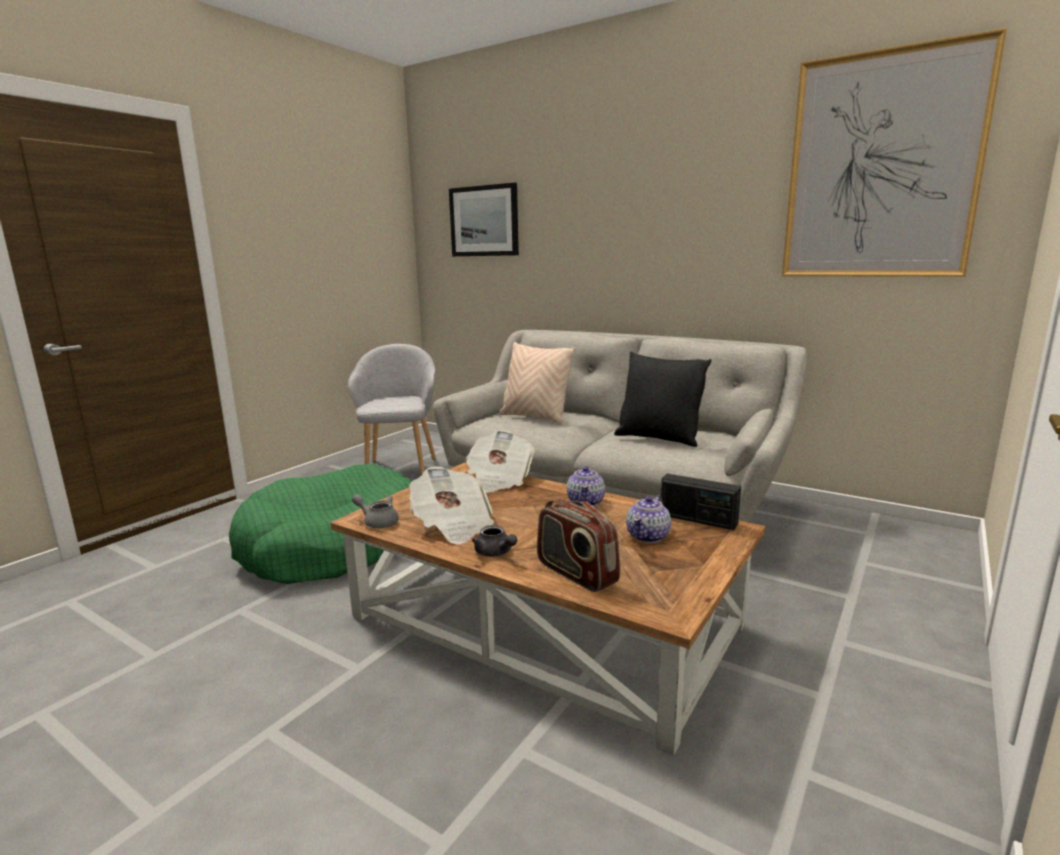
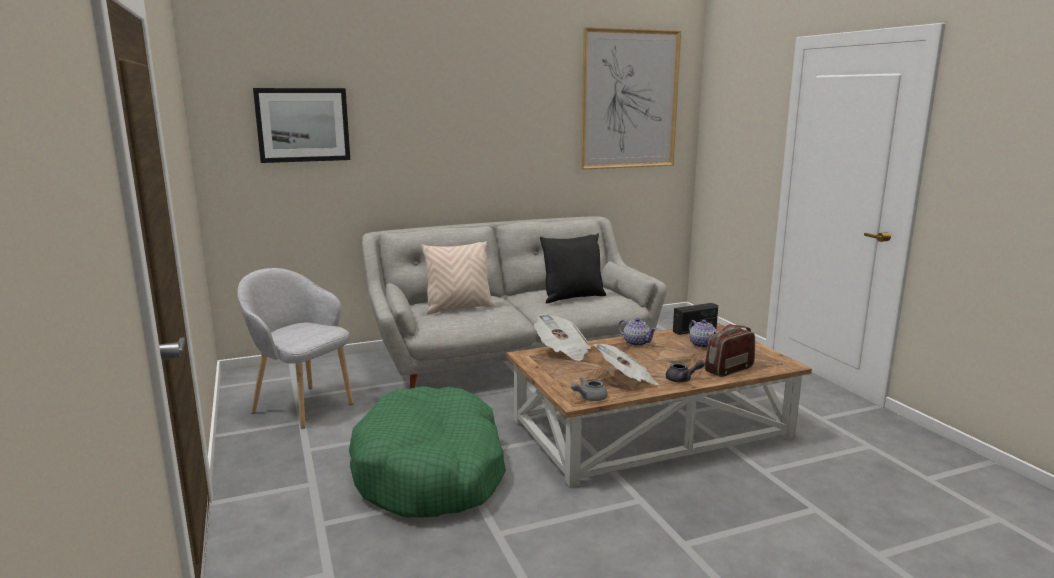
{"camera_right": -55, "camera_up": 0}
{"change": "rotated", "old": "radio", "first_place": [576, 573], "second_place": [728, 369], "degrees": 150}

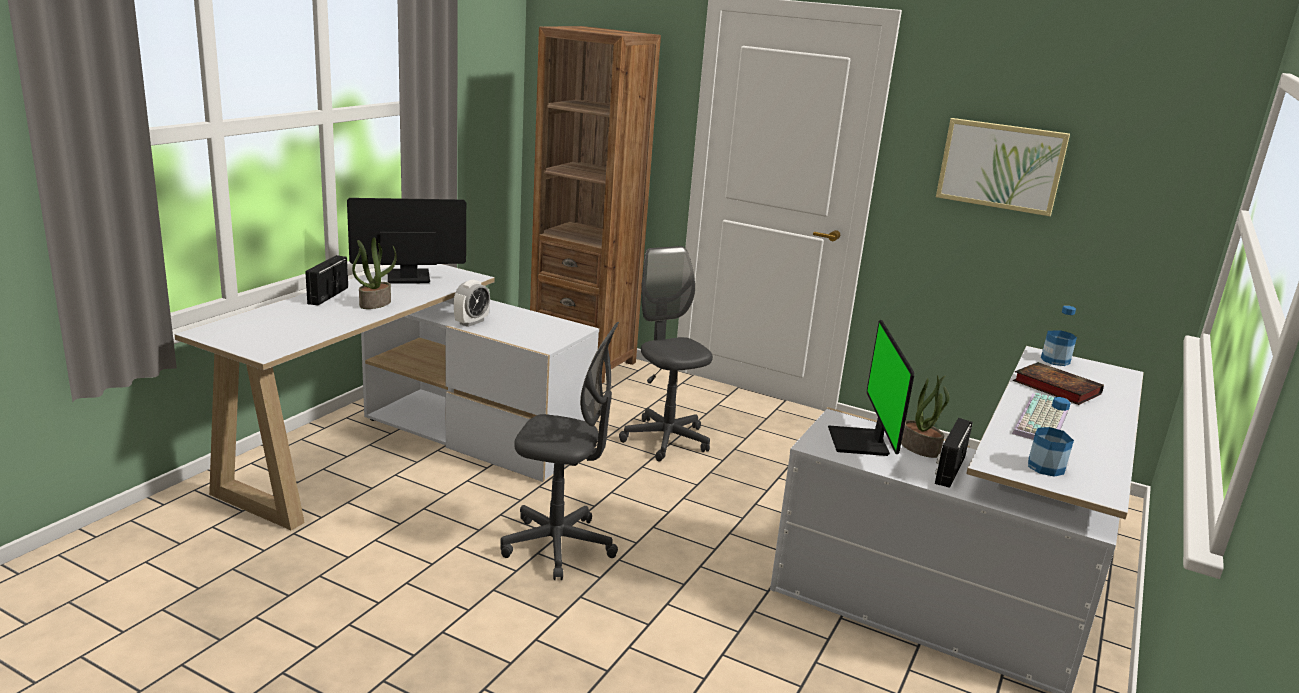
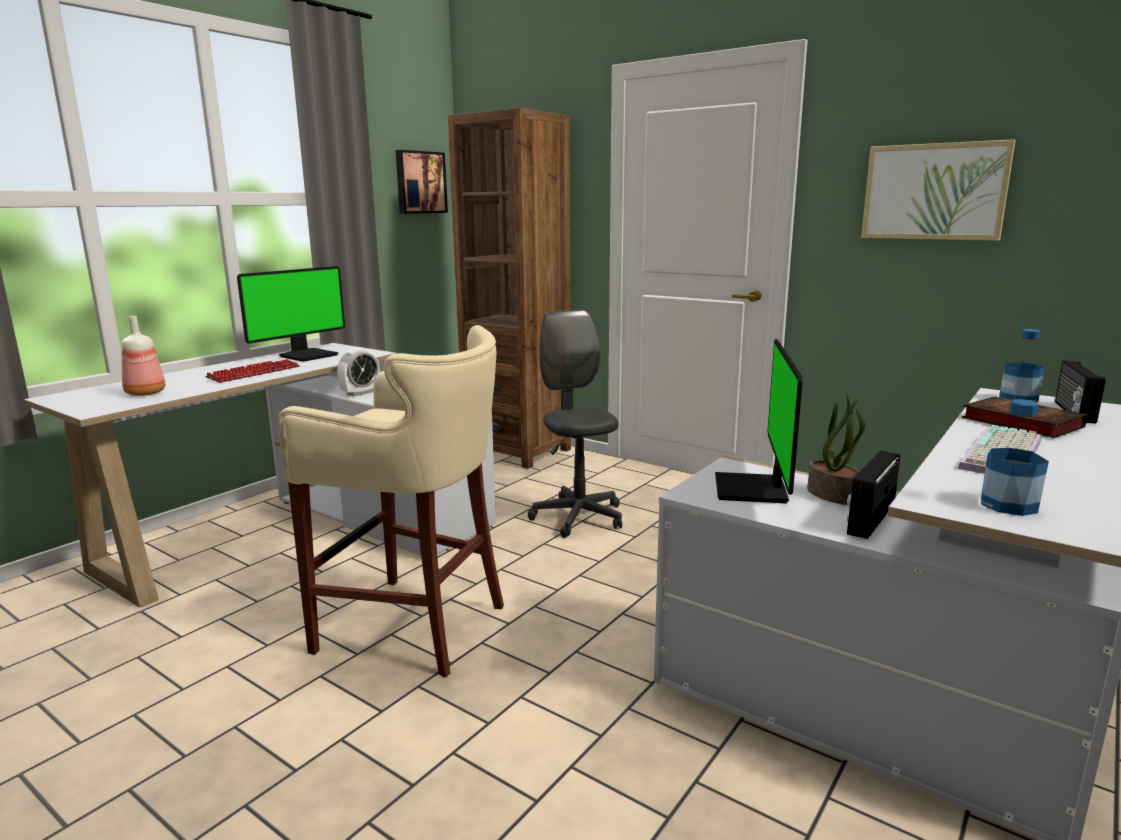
{"camera_right": 10, "camera_up": -5}
{"change": "rotated", "old": "monitor", "first_place": [407, 278], "second_place": [308, 355], "degrees": 135}
{"change": "swapped", "old": "potted plant", "new": "keyboard", "first_place": [375, 303], "second_place": [254, 373]}
{"change": "shifted", "old": "radio", "first_place": [327, 295], "second_place": [1072, 412]}
{"change": "swapped", "old": "grey office chair", "new": "beige stool", "first_place": [558, 546], "second_place": [417, 627]}
{"change": "new", "new": "picture", "second_place": [420, 182]}
{"change": "new", "new": "bottle", "second_place": [146, 393]}

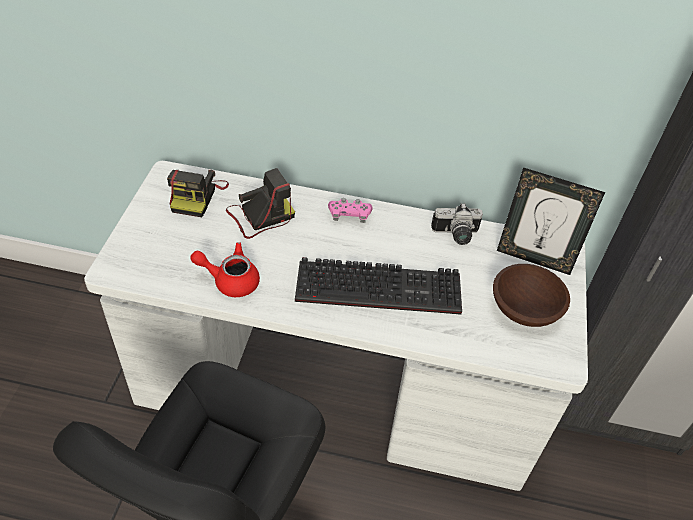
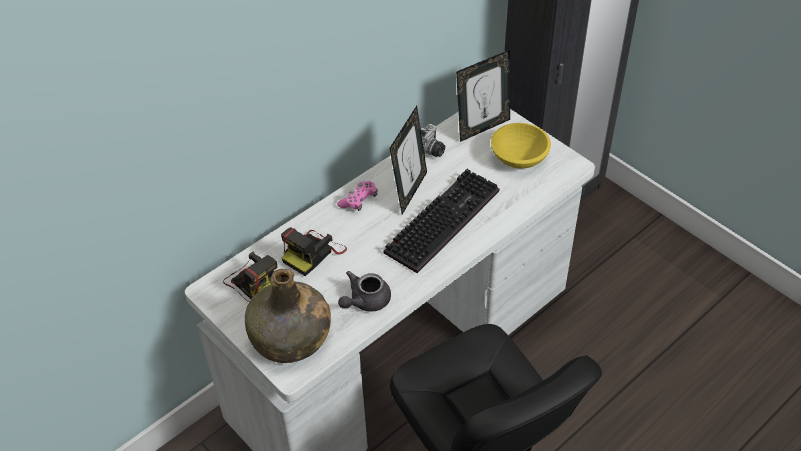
{"camera_right": -50, "camera_up": 0}
{"change": "rotated", "old": "photo camera", "first_place": [260, 216], "second_place": [313, 253], "degrees": -150}
{"change": "repainted", "old": "red teapot", "new": "grey teapot", "first_place": [230, 280], "second_place": [365, 301]}
{"change": "repainted", "old": "brown bowl", "new": "yellow bowl", "first_place": [524, 310], "second_place": [520, 158]}
{"change": "new", "new": "picture frame", "second_place": [409, 191]}
{"change": "new", "new": "green bottle", "second_place": [291, 338]}

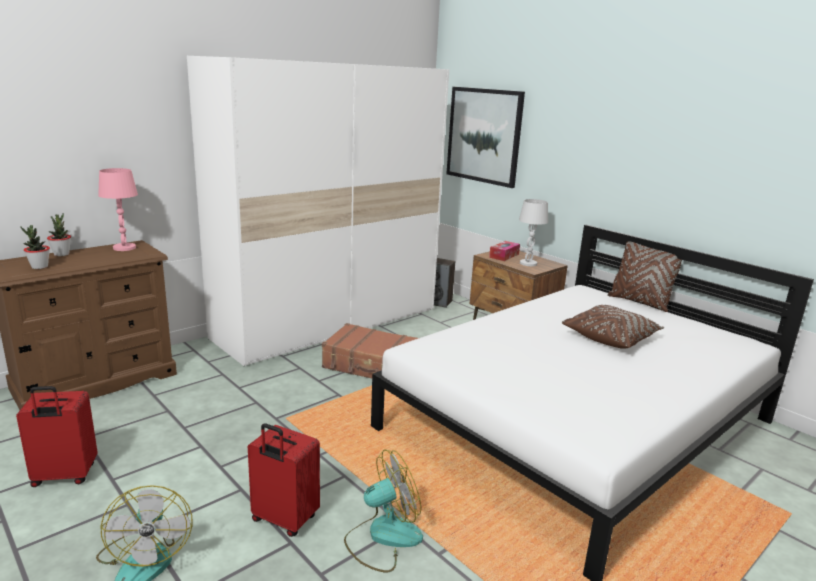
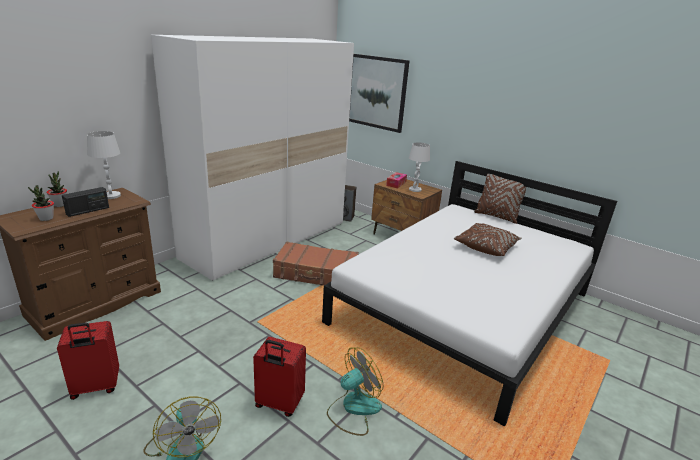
{"camera_right": -10, "camera_up": 5}
{"change": "repainted", "old": "pink table lamp", "new": "white table lamp", "first_place": [124, 248], "second_place": [111, 196]}
{"change": "new", "new": "radio", "second_place": [88, 211]}

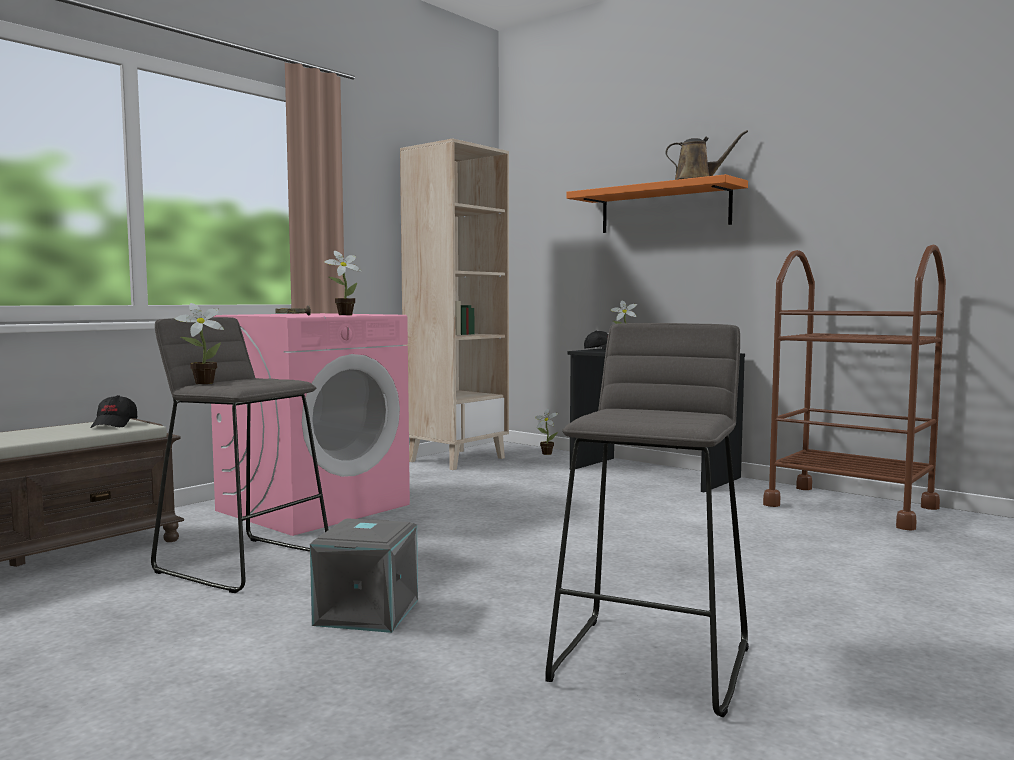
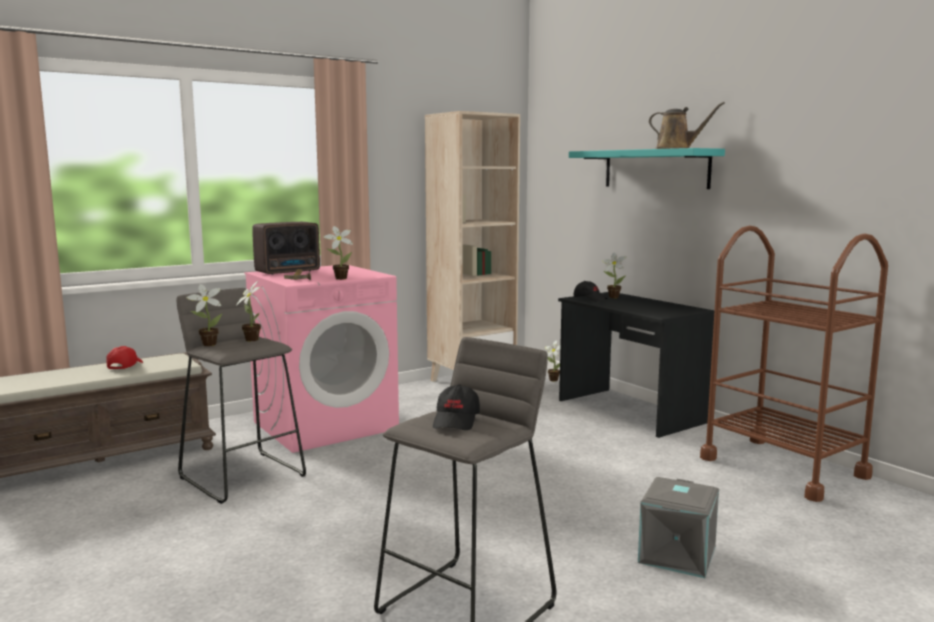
{"camera_right": 15, "camera_up": 5}
{"change": "repainted", "old": "orange shelf", "new": "turquoise shelf", "first_place": [664, 209], "second_place": [655, 169]}
{"change": "shifted", "old": "black cap", "first_place": [115, 424], "second_place": [457, 421]}
{"change": "shifted", "old": "grey storage box", "first_place": [368, 613], "second_place": [678, 556]}
{"change": "new", "new": "radio", "second_place": [289, 272]}
{"change": "new", "new": "potted plant", "second_place": [252, 339]}
{"change": "new", "new": "red cap", "second_place": [124, 366]}

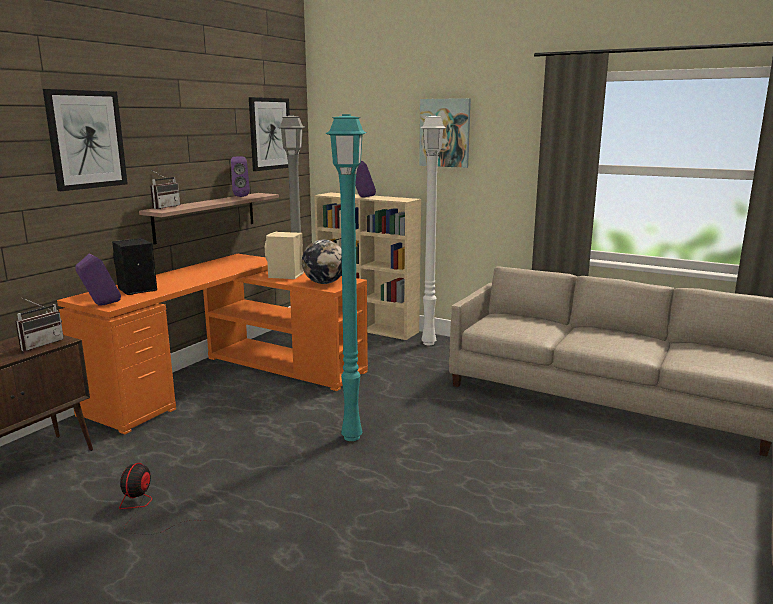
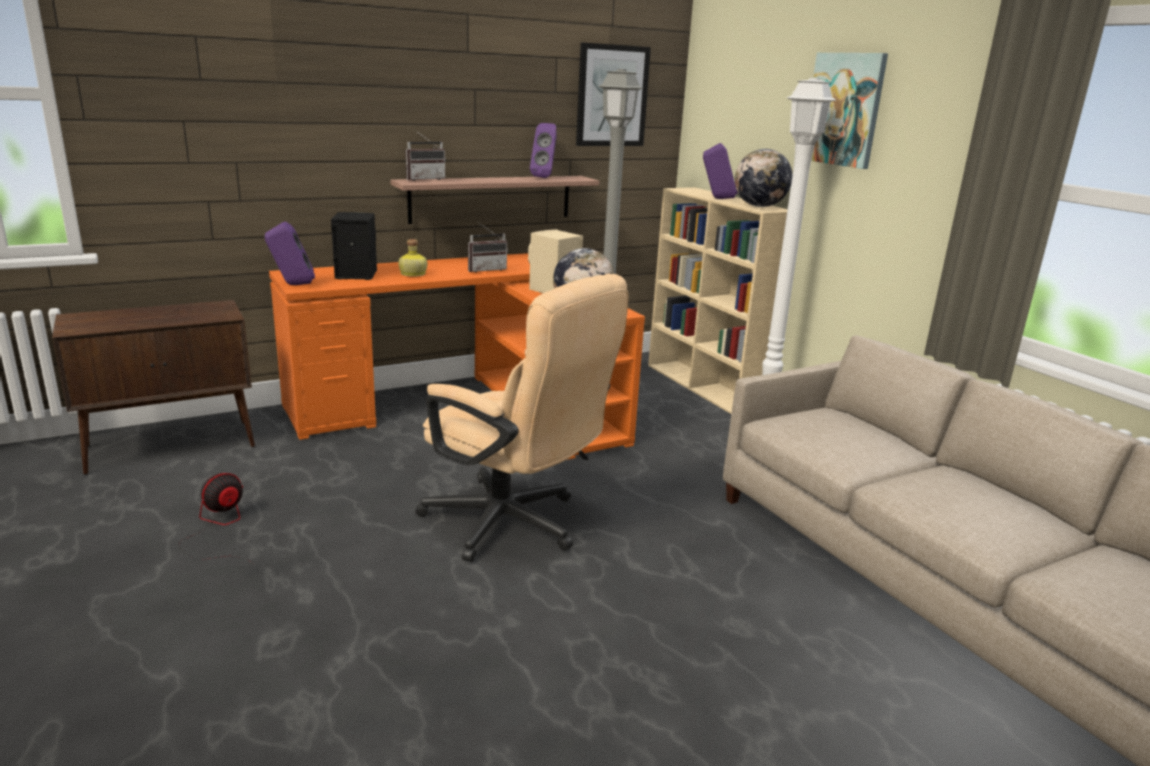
{"camera_right": 30, "camera_up": 5}
{"change": "gone", "old": "picture", "first_place": [86, 139]}
{"change": "swapped", "old": "turquoise floor lamp", "new": "beige office chair", "first_place": [353, 438], "second_place": [514, 526]}
{"change": "shifted", "old": "radio", "first_place": [40, 344], "second_place": [486, 269]}
{"change": "new", "new": "globe", "second_place": [759, 206]}
{"change": "new", "new": "bottle", "second_place": [412, 274]}

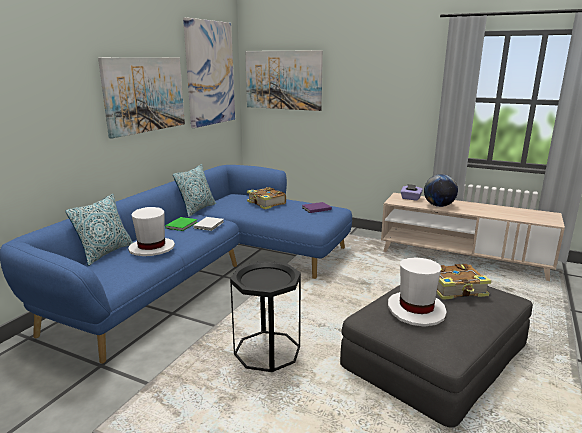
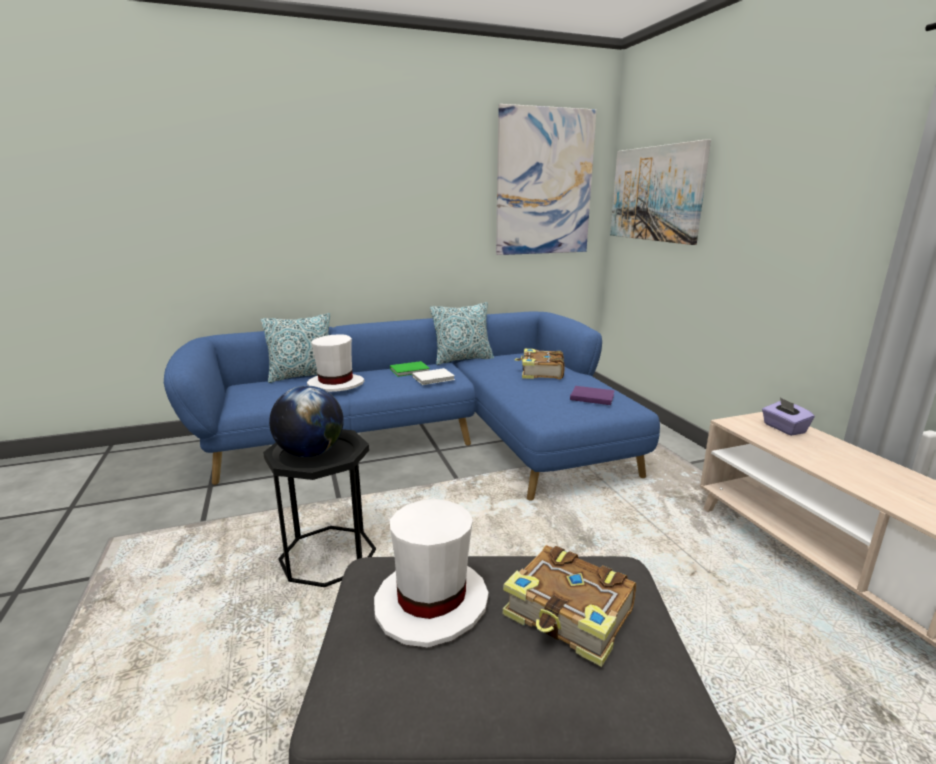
{"camera_right": 45, "camera_up": 0}
{"change": "gone", "old": "picture", "first_place": [145, 94]}
{"change": "shifted", "old": "globe", "first_place": [439, 206], "second_place": [310, 453]}

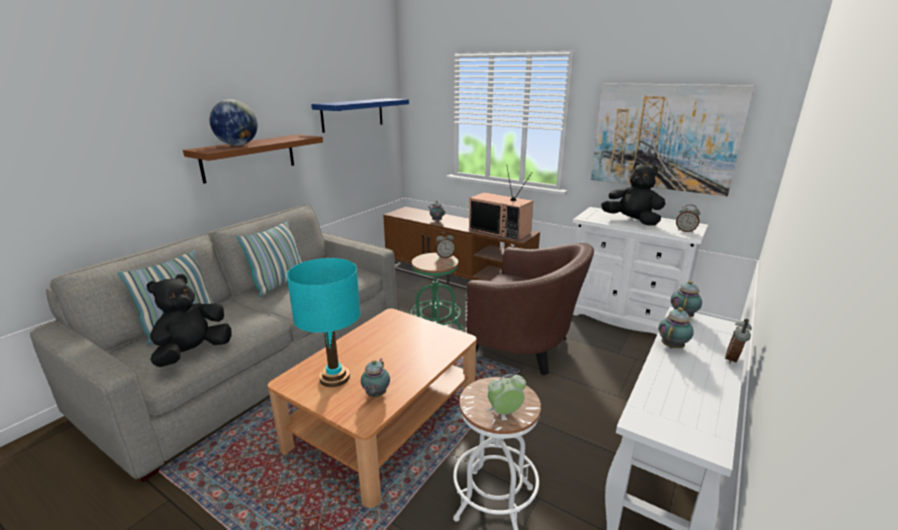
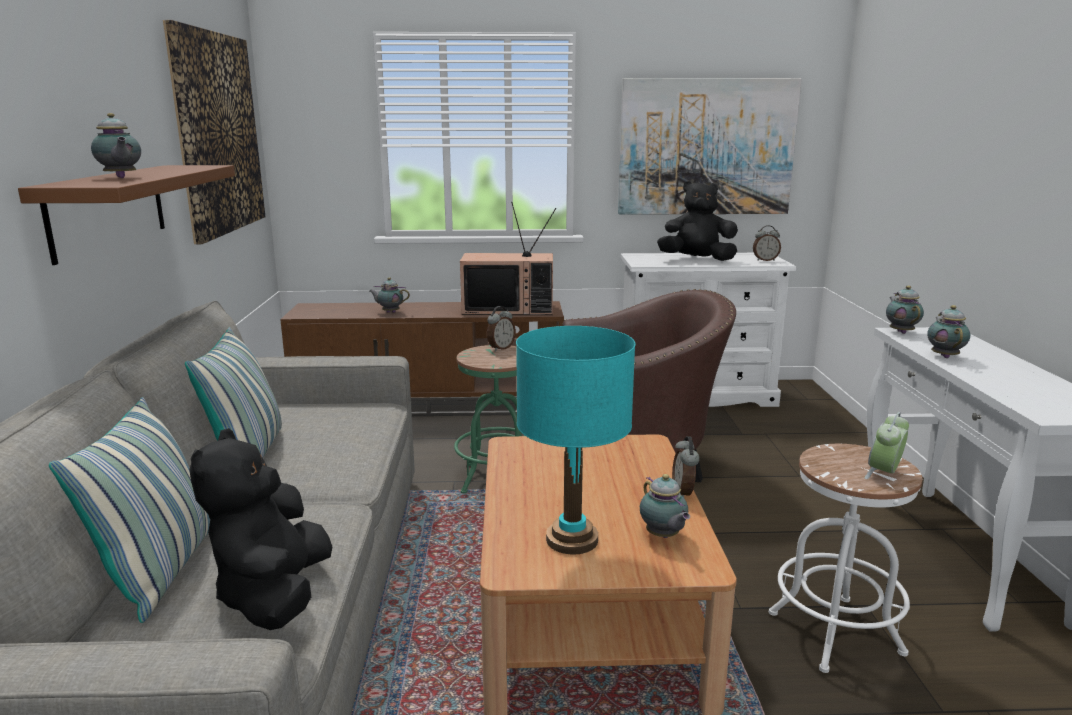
{"camera_right": -35, "camera_up": -5}
{"change": "swapped", "old": "blue shelf", "new": "picture", "first_place": [353, 114], "second_place": [218, 134]}
{"change": "swapped", "old": "globe", "new": "teapot", "first_place": [237, 145], "second_place": [121, 177]}
{"change": "shifted", "old": "alarm clock", "first_place": [733, 359], "second_place": [684, 493]}

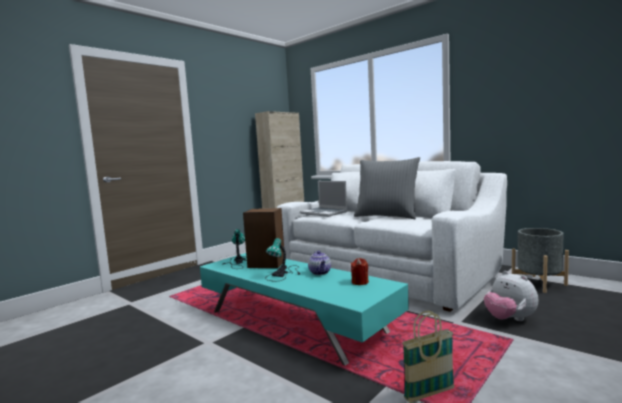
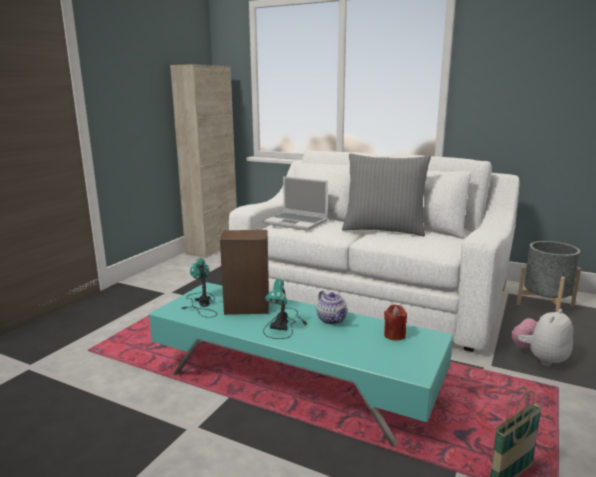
{"camera_right": -15, "camera_up": 10}
{"change": "rotated", "old": "plush toy", "first_place": [509, 319], "second_place": [540, 358], "degrees": 90}

